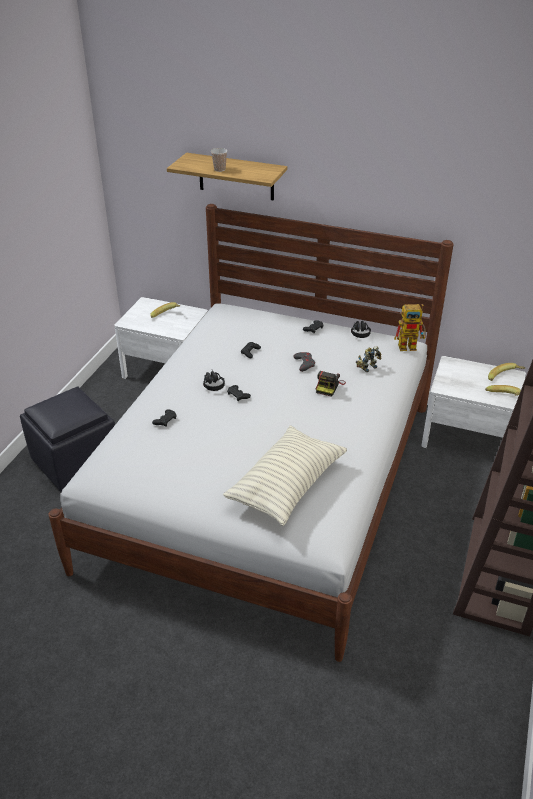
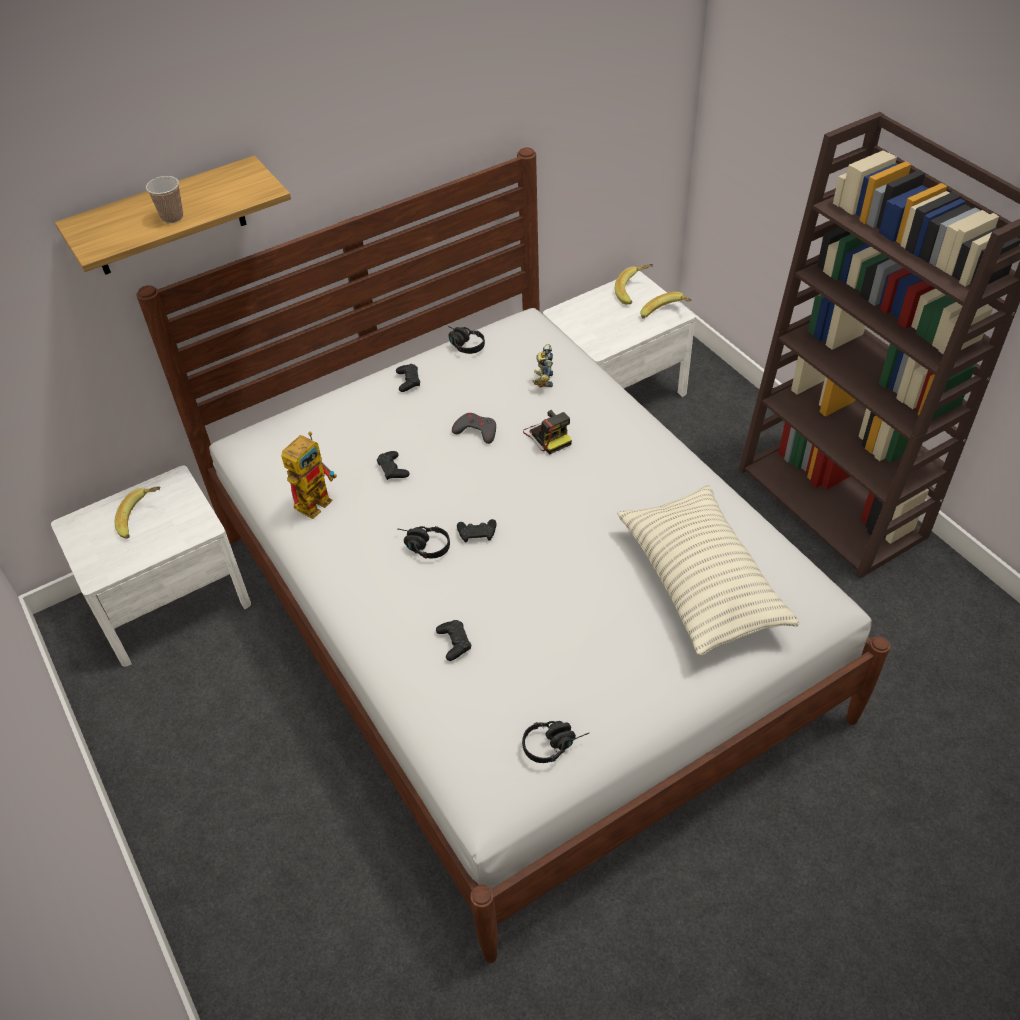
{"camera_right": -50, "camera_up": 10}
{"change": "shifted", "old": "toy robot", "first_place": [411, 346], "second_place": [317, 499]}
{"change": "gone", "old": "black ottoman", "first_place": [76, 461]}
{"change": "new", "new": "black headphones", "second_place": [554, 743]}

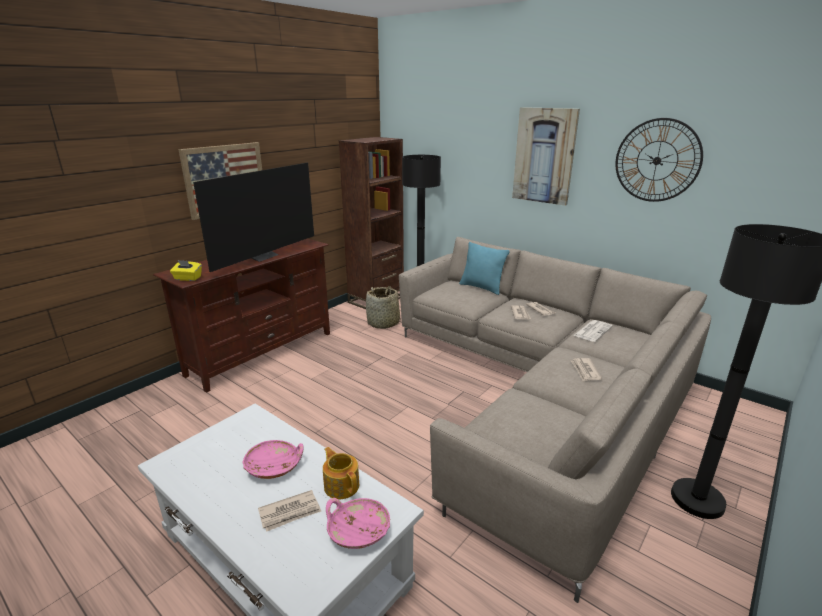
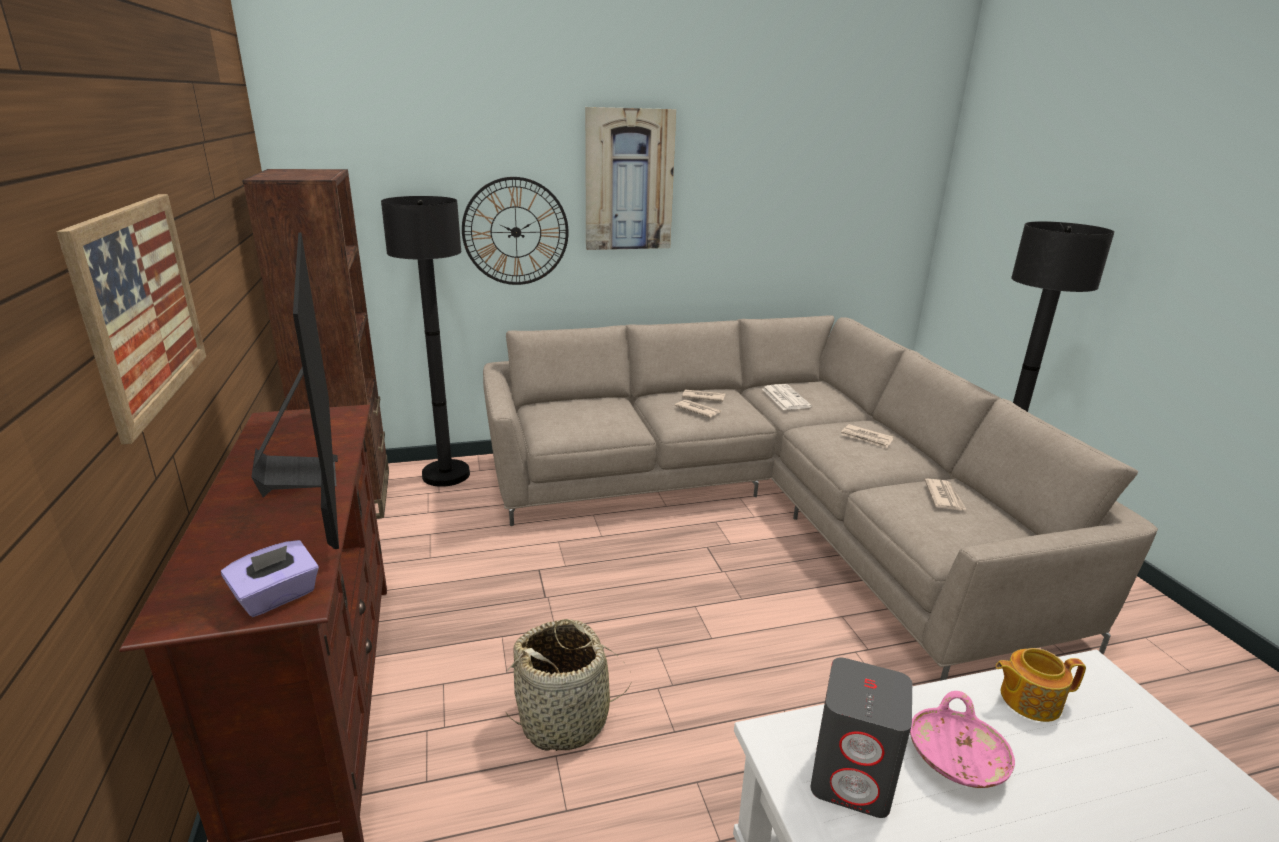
{"camera_right": -55, "camera_up": 0}
{"change": "shifted", "old": "wall clock", "first_place": [657, 160], "second_place": [516, 232]}
{"change": "gone", "old": "turquoise pillow", "first_place": [481, 287]}
{"change": "repainted", "old": "yellow tissue box", "new": "purple tissue box", "first_place": [188, 278], "second_place": [277, 597]}
{"change": "shifted", "old": "basket", "first_place": [383, 323], "second_place": [565, 719]}
{"change": "shifted", "old": "newspaper", "first_place": [290, 512], "second_place": [944, 497]}
{"change": "gone", "old": "pink bowl", "first_place": [357, 530]}
{"change": "new", "new": "grey speaker", "second_place": [852, 778]}

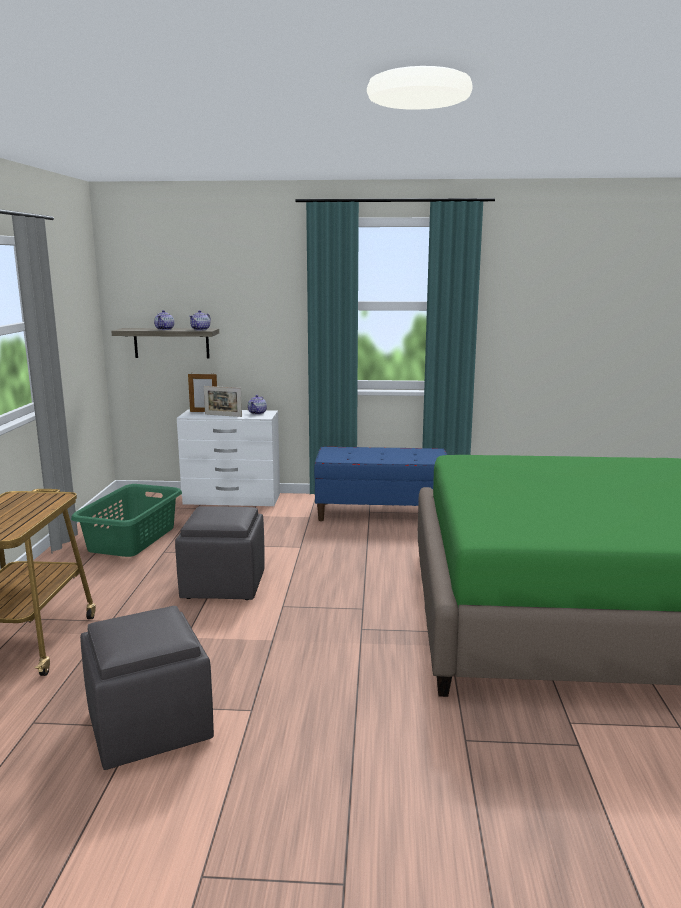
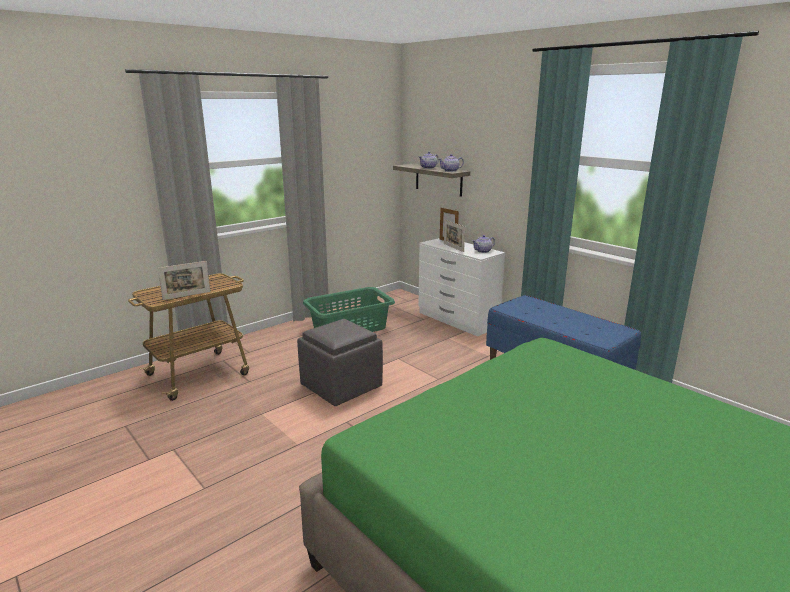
{"camera_right": 45, "camera_up": 5}
{"change": "gone", "old": "grey ottoman", "first_place": [151, 726]}
{"change": "new", "new": "picture frame", "second_place": [187, 295]}

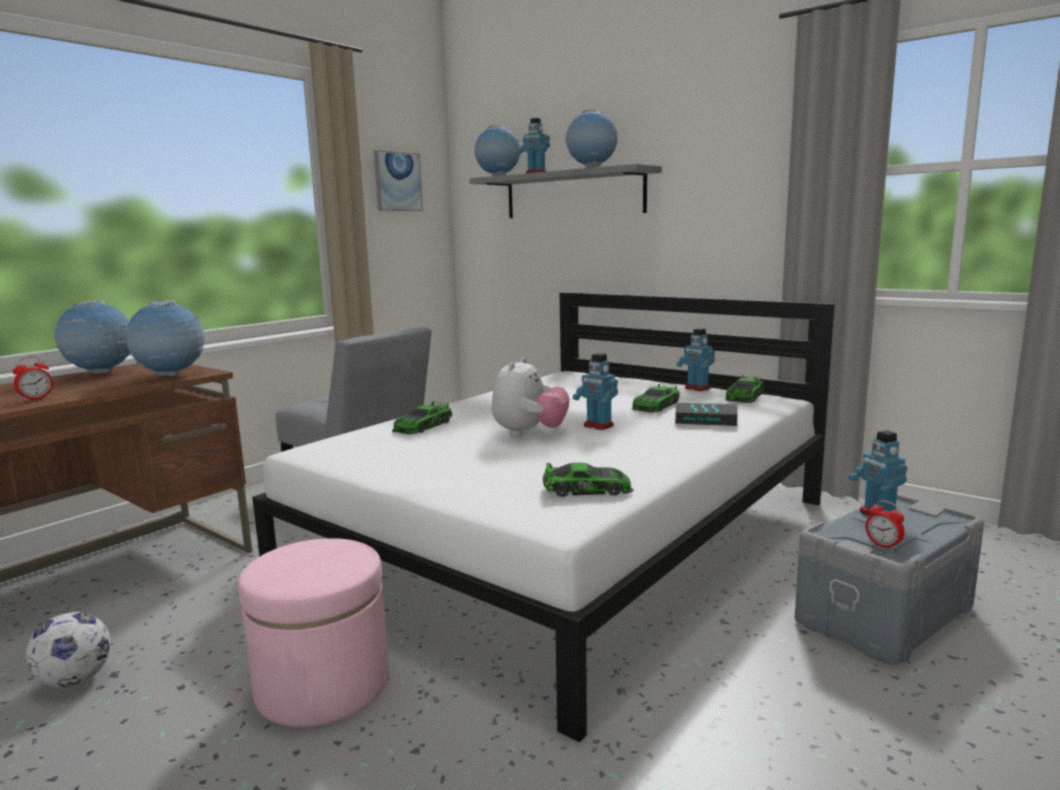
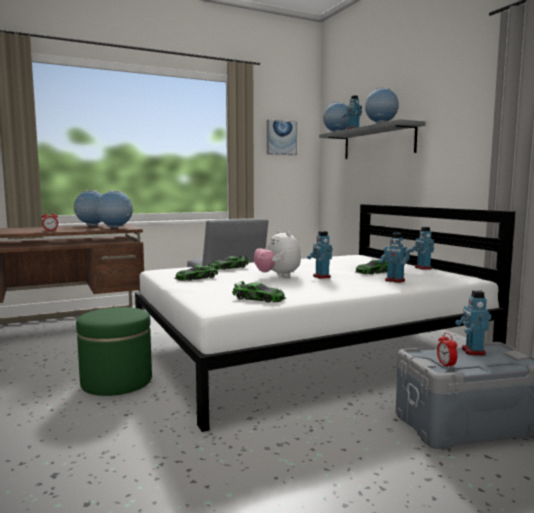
{"camera_right": 25, "camera_up": -5}
{"change": "rotated", "old": "plush toy", "first_place": [529, 433], "second_place": [277, 276], "degrees": 105}
{"change": "shifted", "old": "toy car", "first_place": [744, 396], "second_place": [196, 278]}
{"change": "swapped", "old": "book", "new": "toy robot", "first_place": [706, 419], "second_place": [394, 281]}
{"change": "repainted", "old": "pink ottoman", "new": "green ottoman", "first_place": [323, 685], "second_place": [116, 382]}
{"change": "gone", "old": "football", "first_place": [75, 681]}

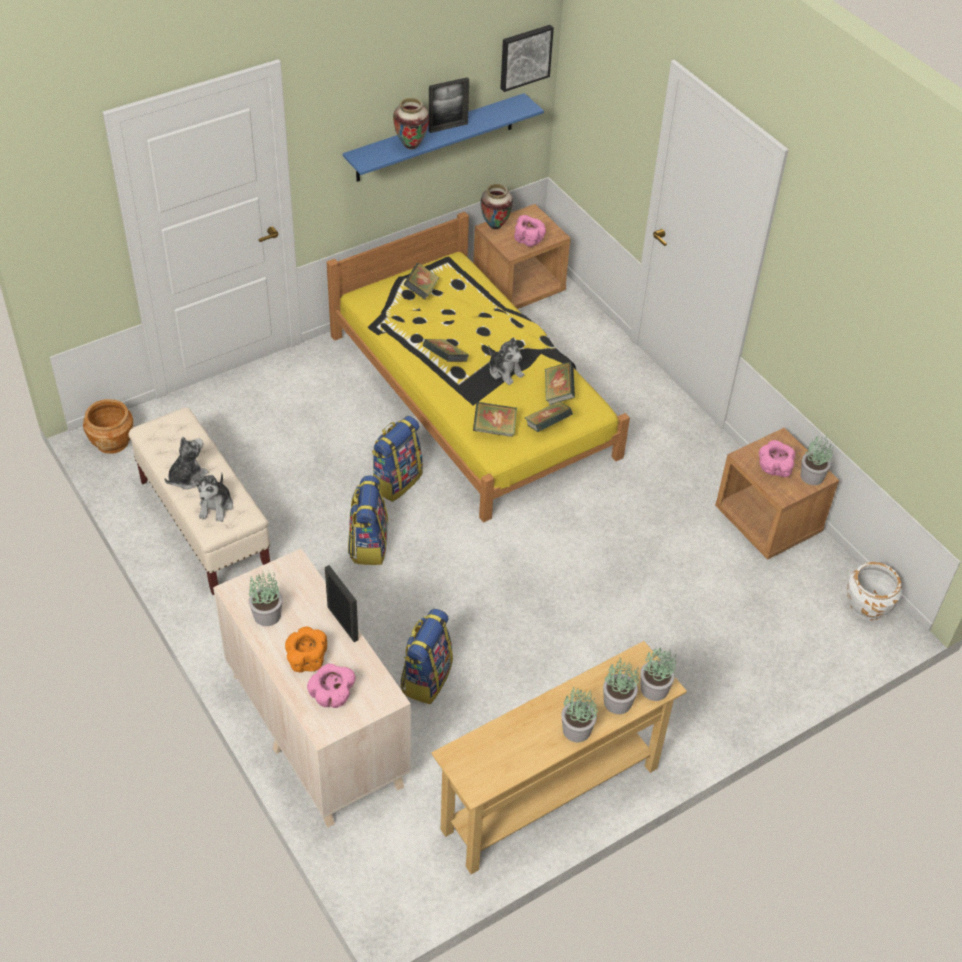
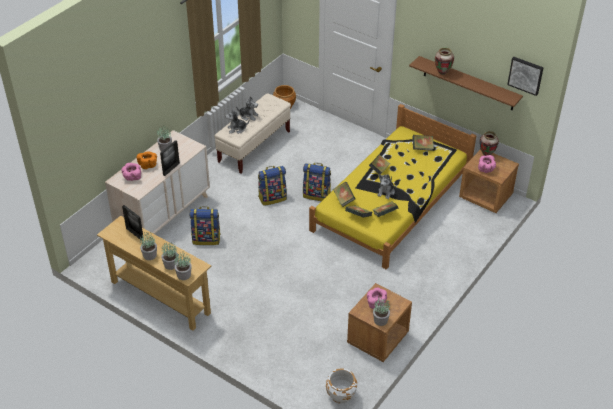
{"camera_right": 70, "camera_up": -5}
{"change": "shifted", "old": "picture frame", "first_place": [448, 127], "second_place": [134, 234]}
{"change": "repainted", "old": "blue shelf", "new": "brown shelf", "first_place": [435, 138], "second_place": [468, 83]}

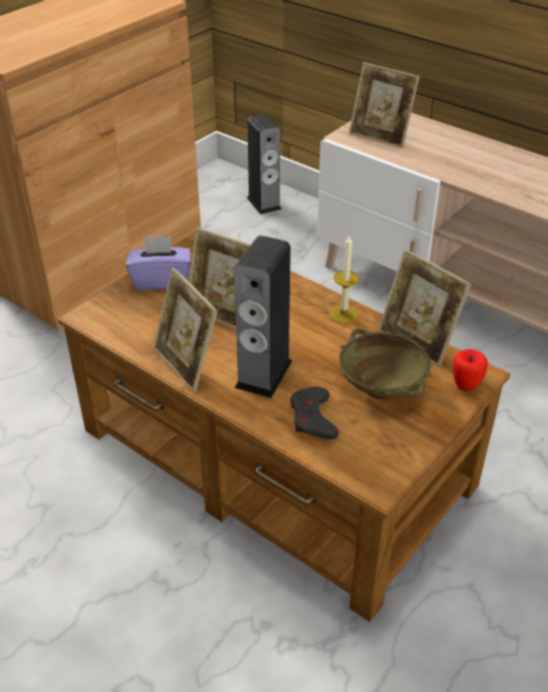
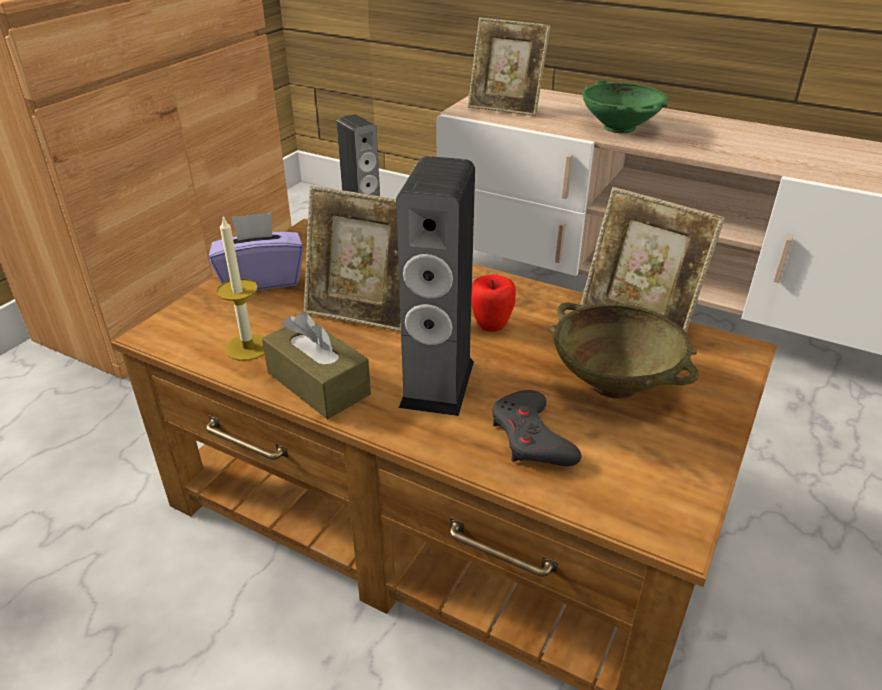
{"camera_right": -10, "camera_up": -5}
{"change": "shifted", "old": "candle", "first_place": [344, 314], "second_place": [248, 347]}
{"change": "swapped", "old": "picture frame", "new": "brown tissue box", "first_place": [186, 365], "second_place": [318, 383]}
{"change": "shifted", "old": "apple", "first_place": [466, 385], "second_place": [491, 325]}
{"change": "new", "new": "green bowl", "second_place": [619, 127]}

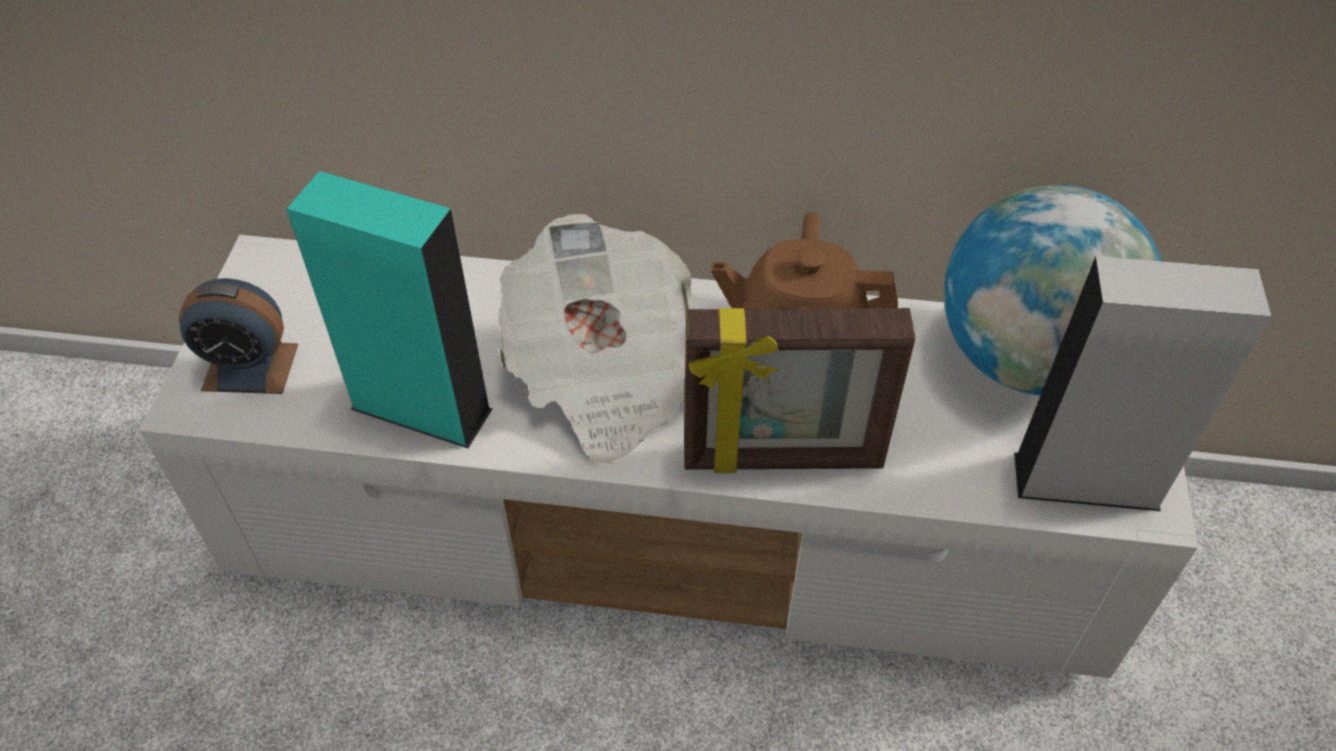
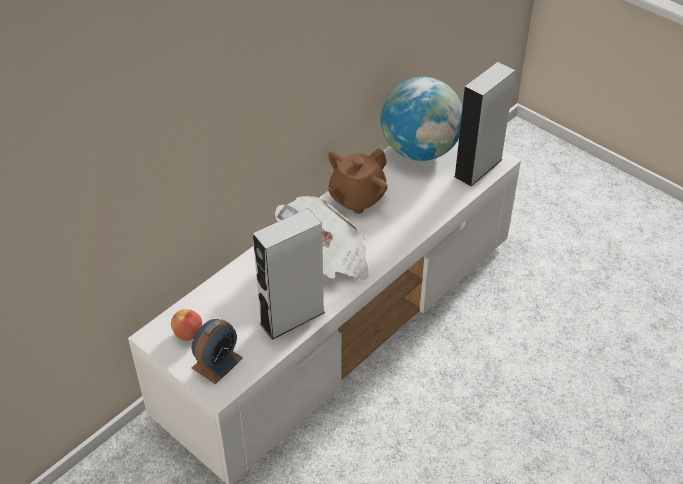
{"camera_right": -55, "camera_up": -5}
{"change": "repainted", "old": "turquoise speaker", "new": "grey speaker", "first_place": [421, 408], "second_place": [292, 318]}
{"change": "gone", "old": "picture frame", "first_place": [782, 459]}
{"change": "new", "new": "apple", "second_place": [188, 334]}

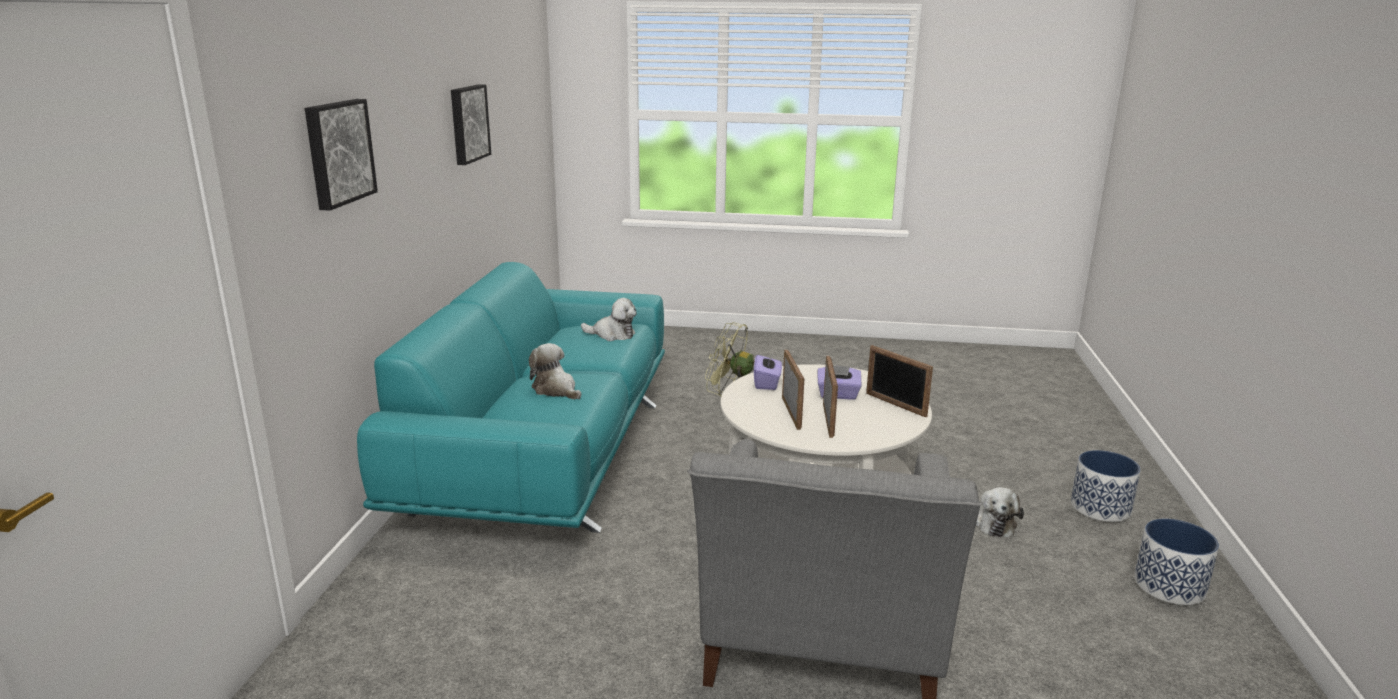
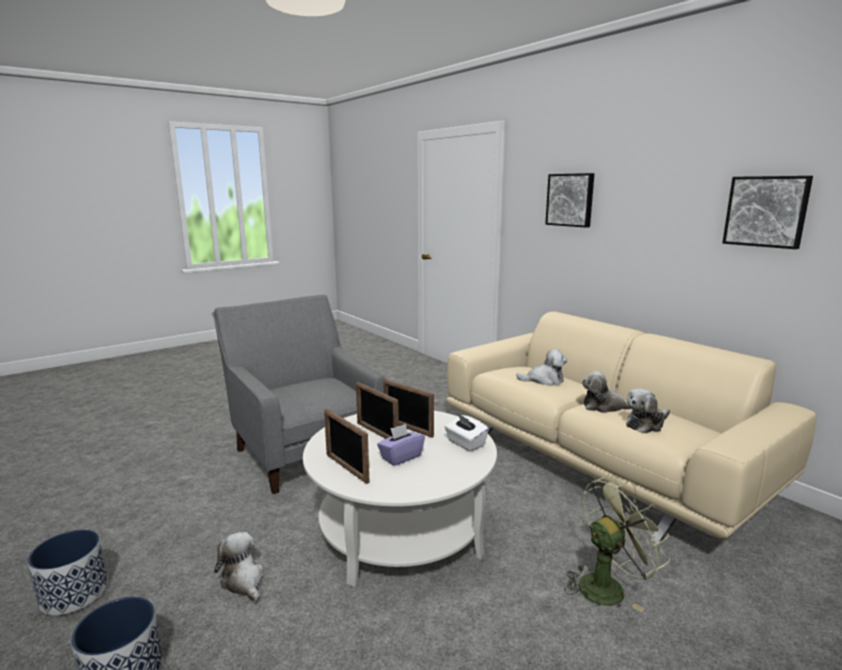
{"camera_right": 135, "camera_up": -5}
{"change": "repainted", "old": "turquoise sofa", "new": "beige sofa", "first_place": [545, 452], "second_place": [597, 462]}
{"change": "rotated", "old": "picture frame", "first_place": [895, 404], "second_place": [346, 468], "degrees": -135}
{"change": "repainted", "old": "purple tissue box", "new": "white tissue box", "first_place": [767, 383], "second_place": [465, 443]}
{"change": "new", "new": "plush toy", "second_place": [604, 407]}

